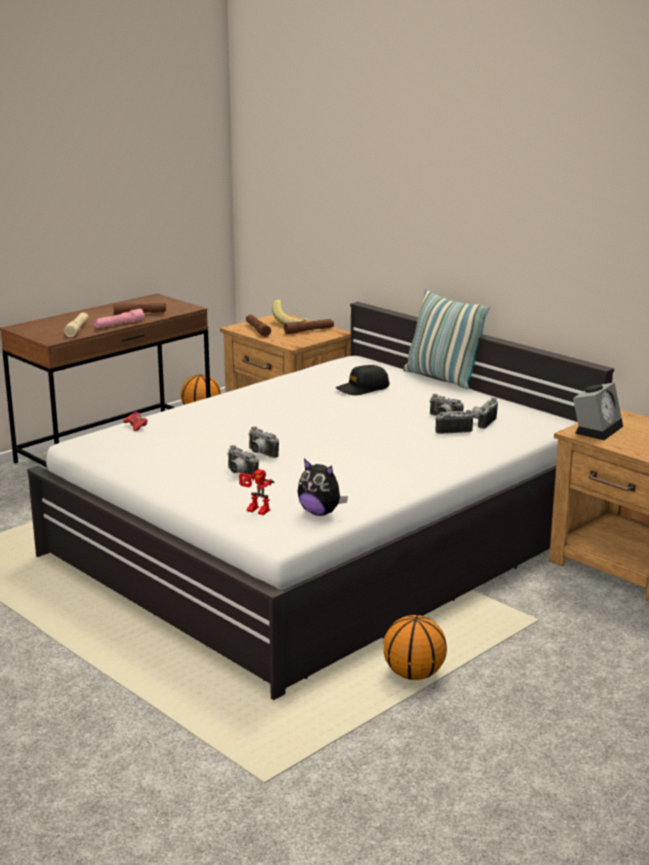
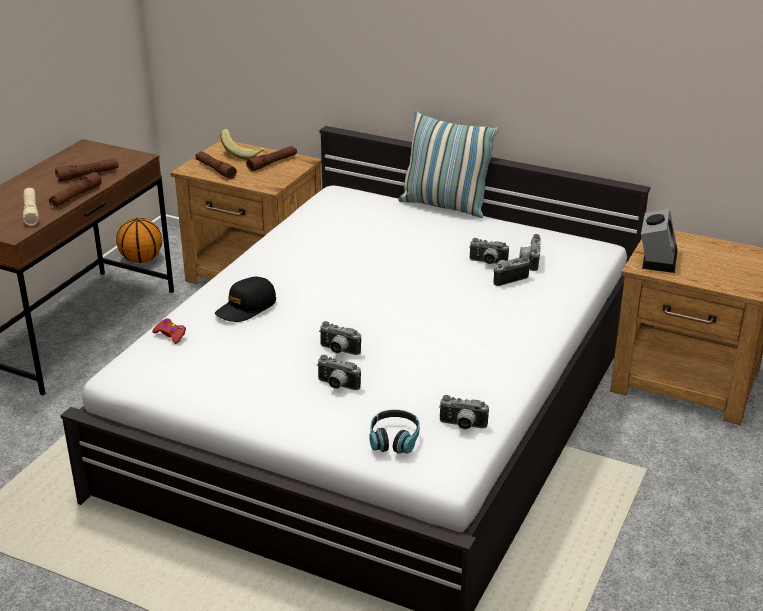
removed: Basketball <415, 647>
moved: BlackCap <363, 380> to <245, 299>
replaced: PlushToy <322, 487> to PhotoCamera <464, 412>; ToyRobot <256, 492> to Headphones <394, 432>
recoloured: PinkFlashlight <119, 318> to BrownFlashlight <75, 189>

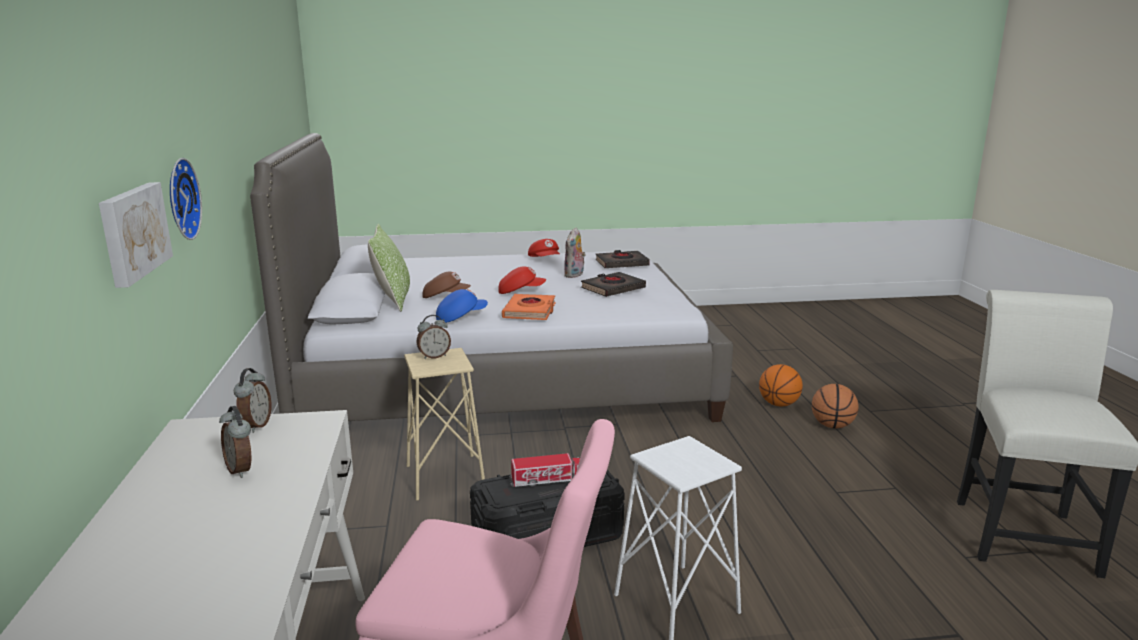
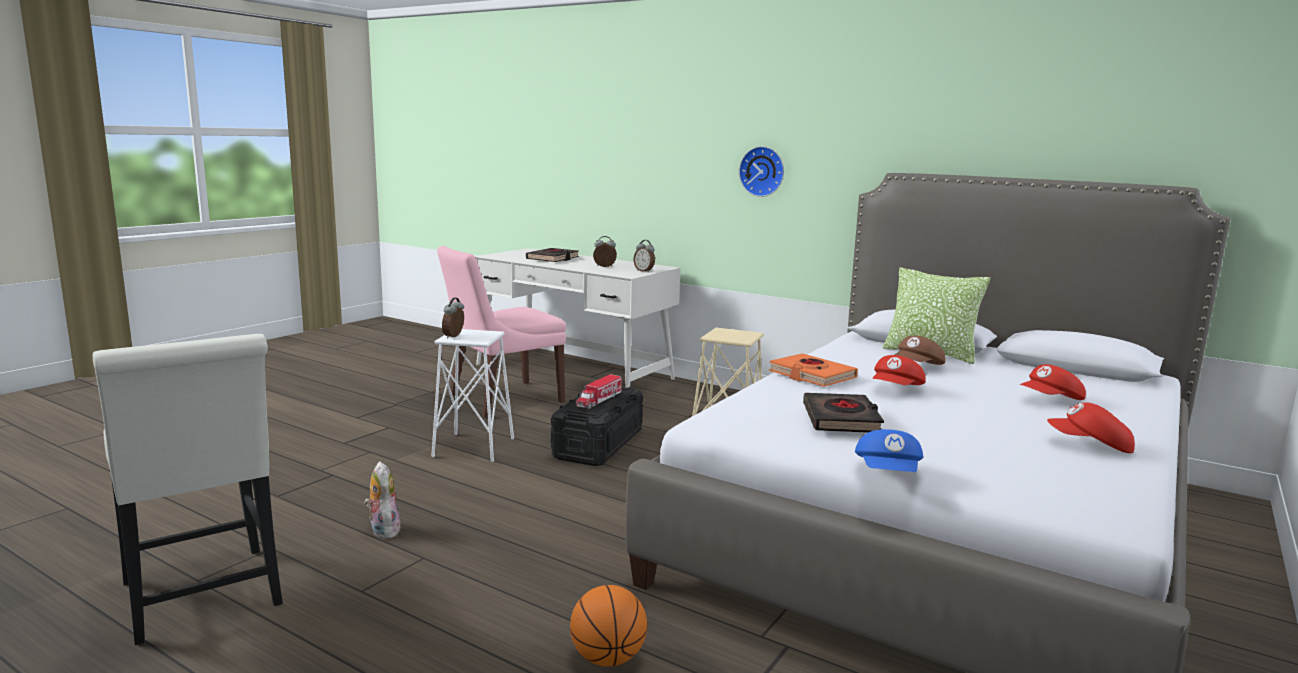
removed: Picture <136, 235>; Basketball <835, 406>
added: RedCap <1053, 382>
moved: PlushToy <575, 252> to <382, 500>; BlackBook <622, 259> to <552, 255>; BlueCap <462, 306> to <889, 450>; AlarmClock <434, 337> to <453, 318>

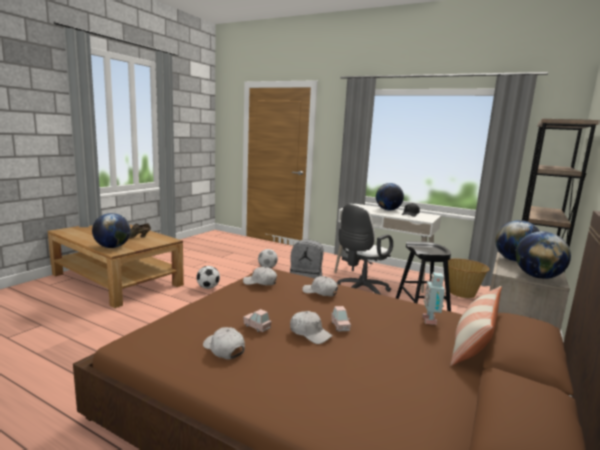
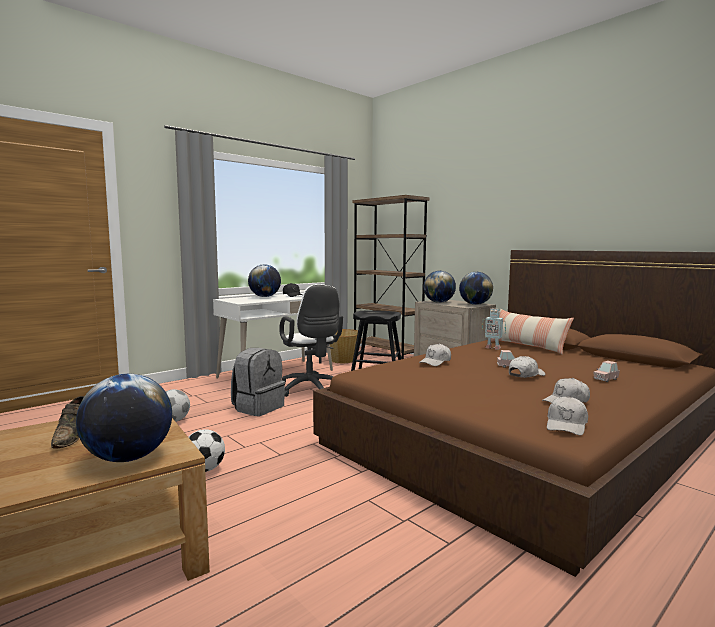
moved: WhiteCap <260, 276> to <567, 416>; PinkToyCar <257, 320> to <606, 371>

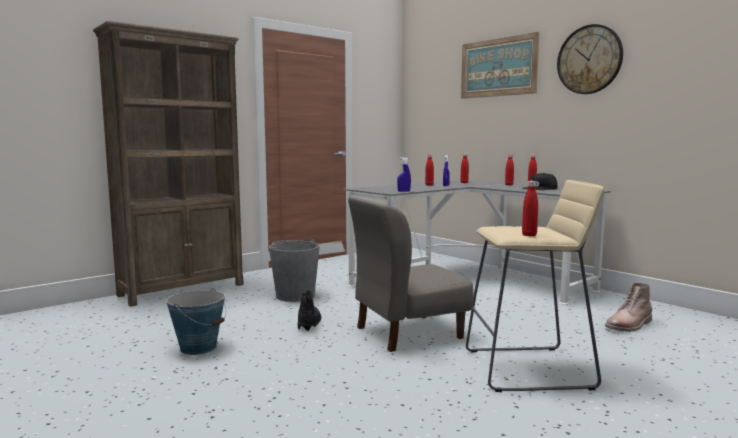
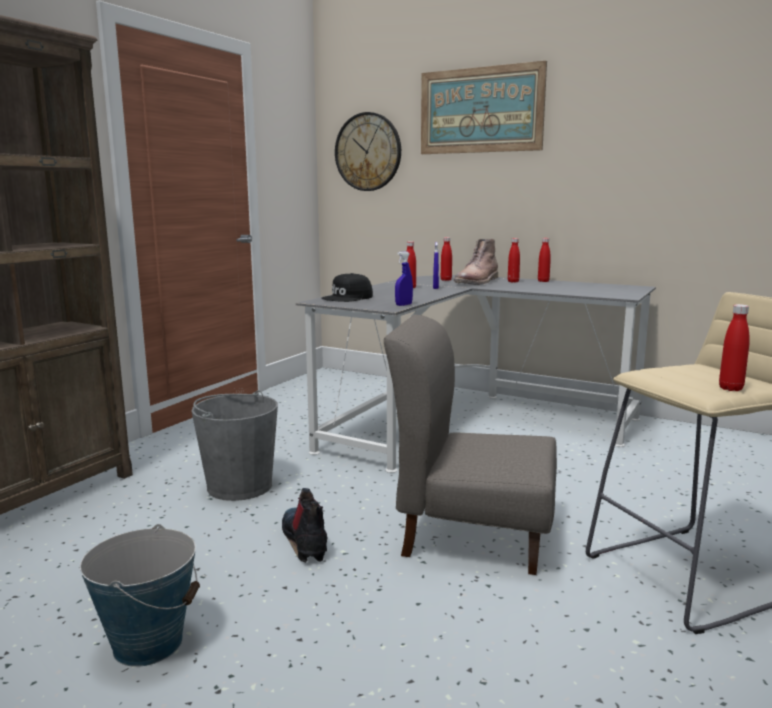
moved: WallClock <590, 59> to <368, 151>; BlackCap <540, 181> to <347, 287>; BrownBoot <628, 307> to <476, 262>
turned: GreyChair <410, 274> = <470, 445> 60 degrees clockwise

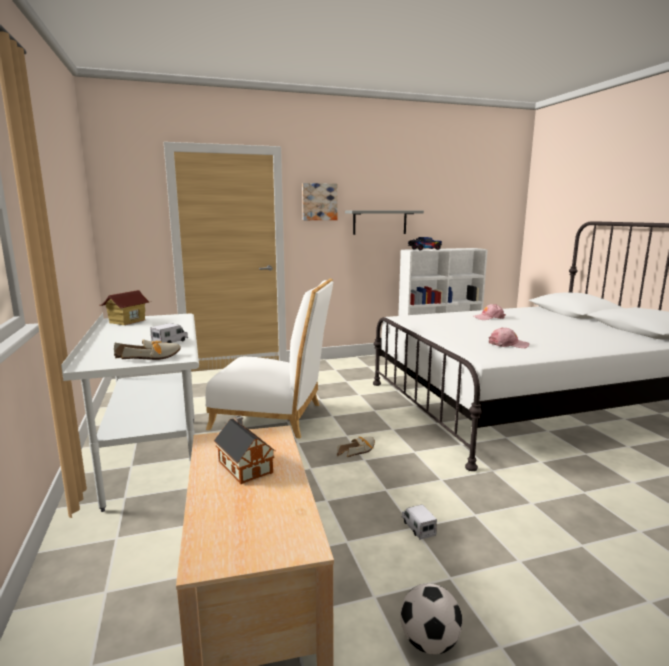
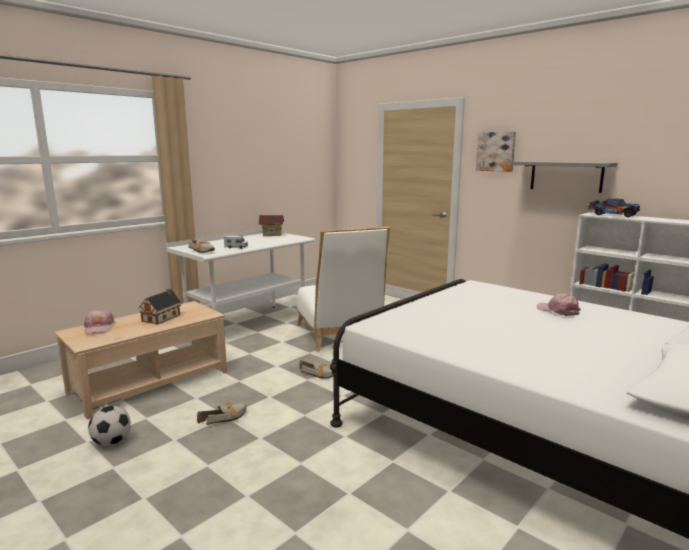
moved: PinkCap <509, 337> to <99, 321>
replaced: ToyTruck <419, 522> to Shoe <222, 414>

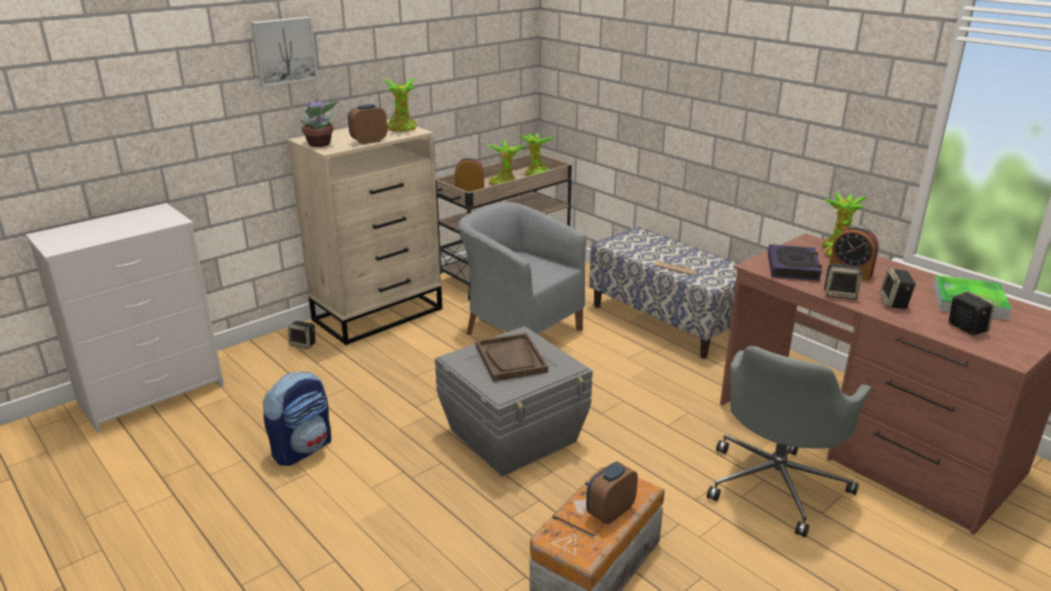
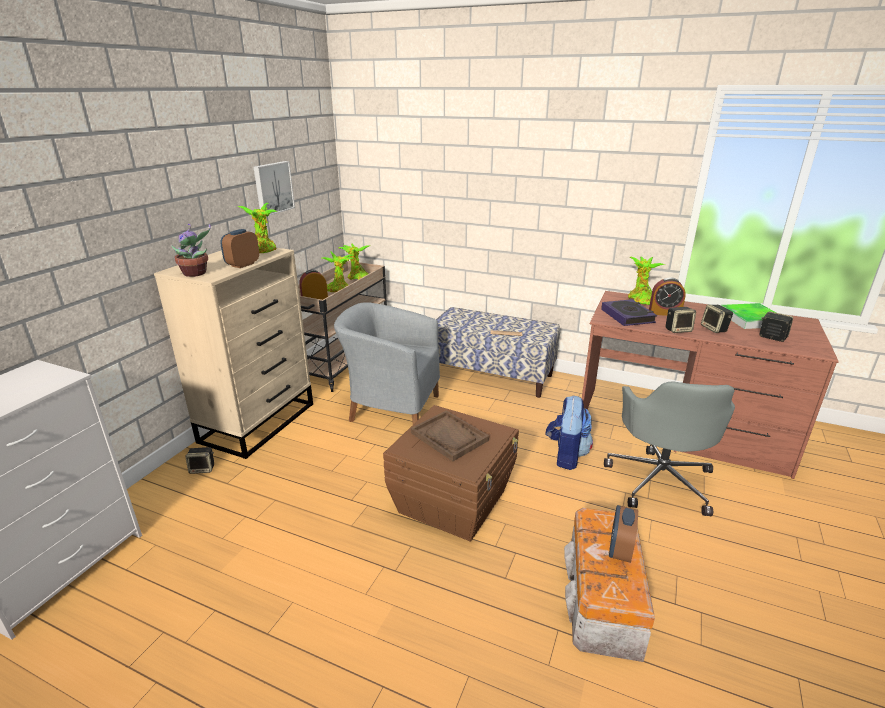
moved: Picture <284, 52> to <274, 188>; Backpack <297, 418> to <569, 433>
recoloured: GreyStorageBox <514, 401> to BrownStorageBox <451, 473>

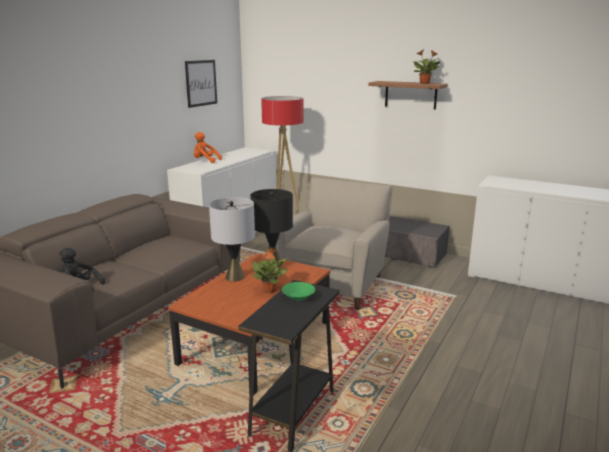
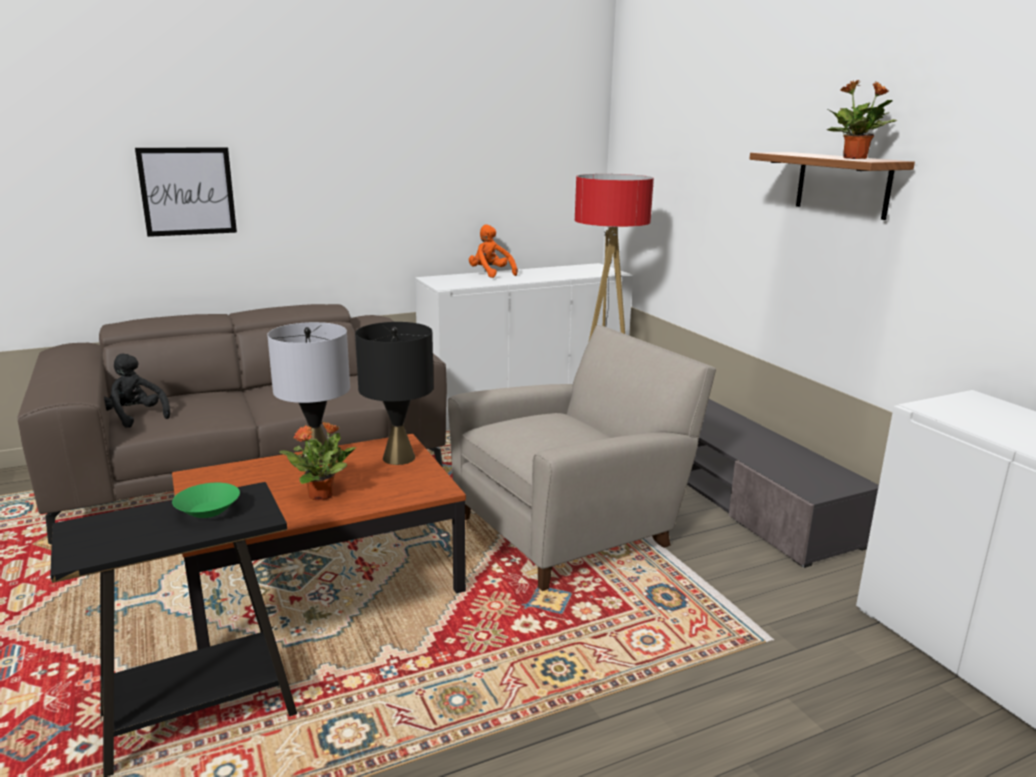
moved: Picture <201, 84> to <186, 192>

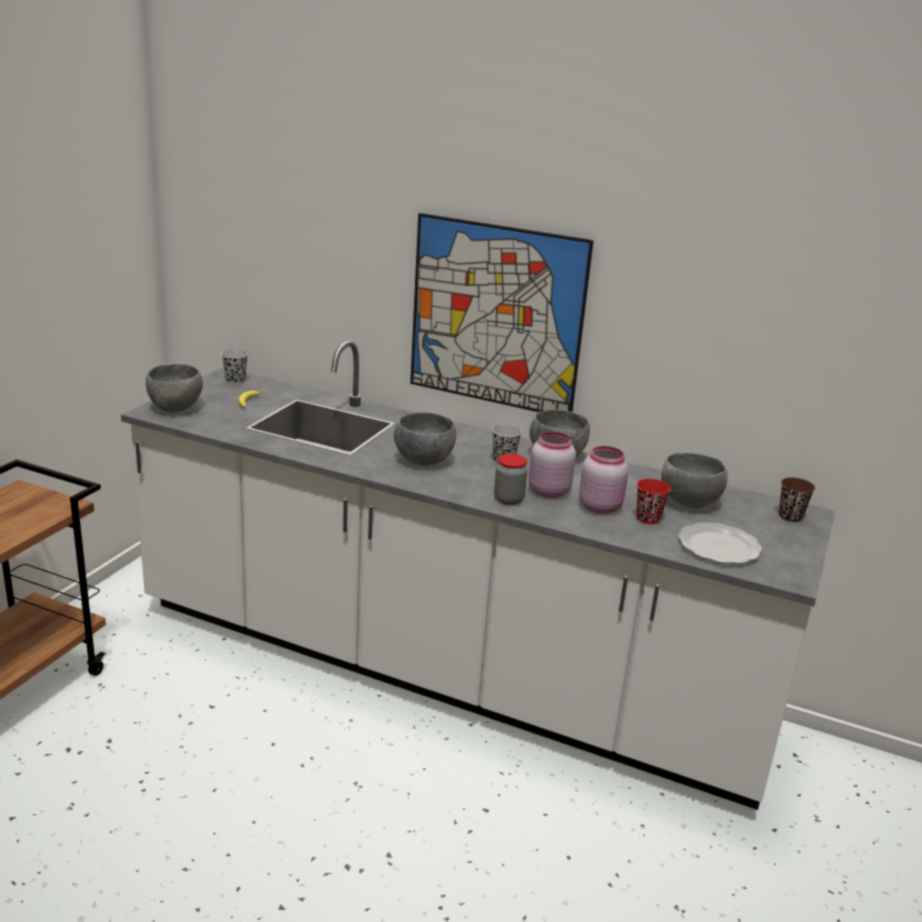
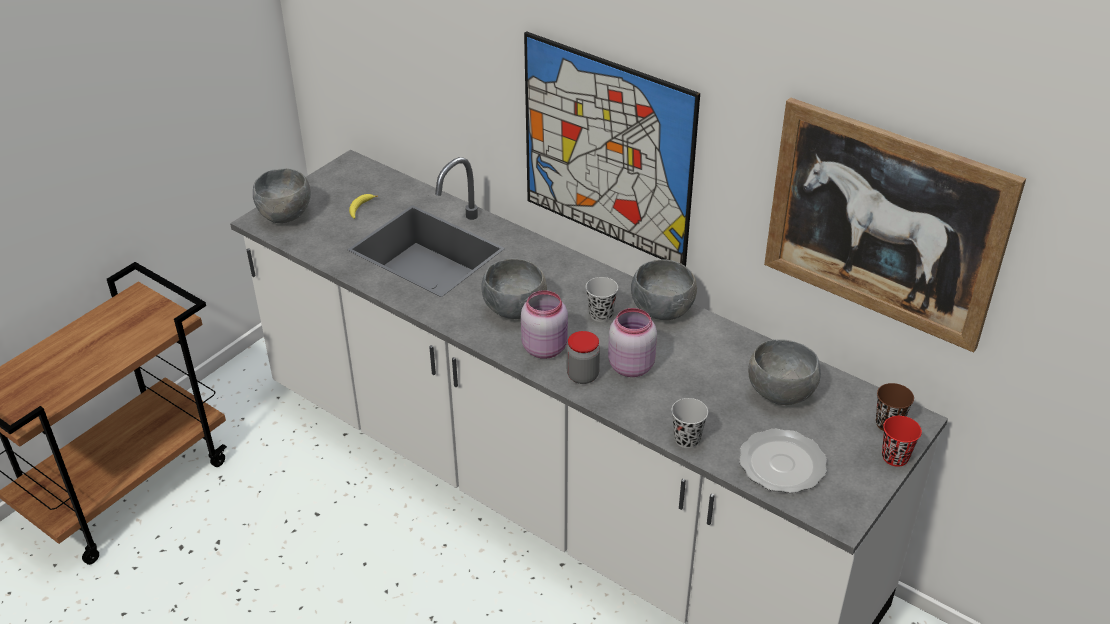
added: Picture <895, 225>
moved: BlackCup <234, 366> to <689, 423>; PinkJar <604, 480> to <544, 324>; RedCup <653, 501> to <902, 441>

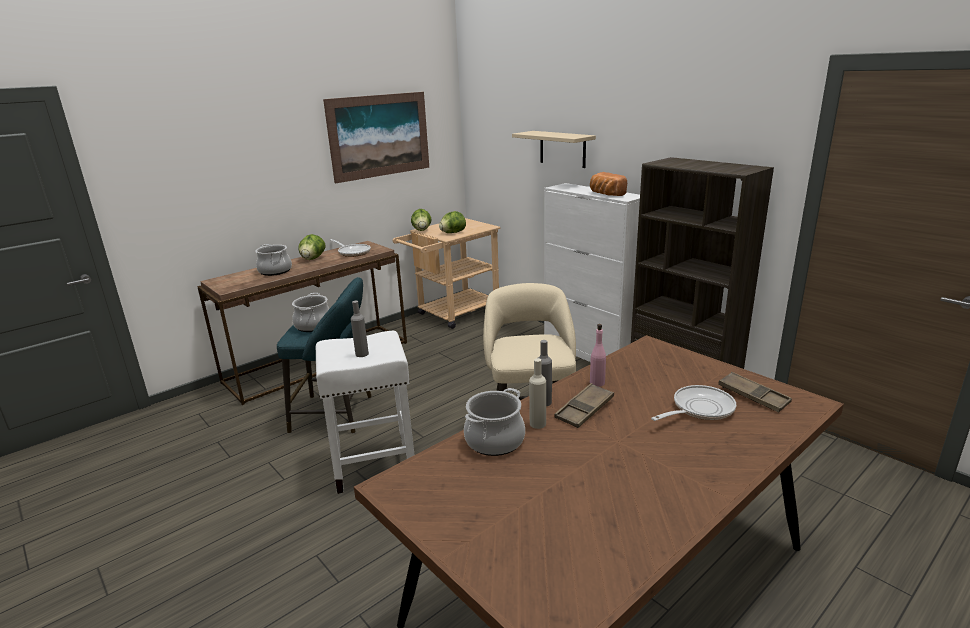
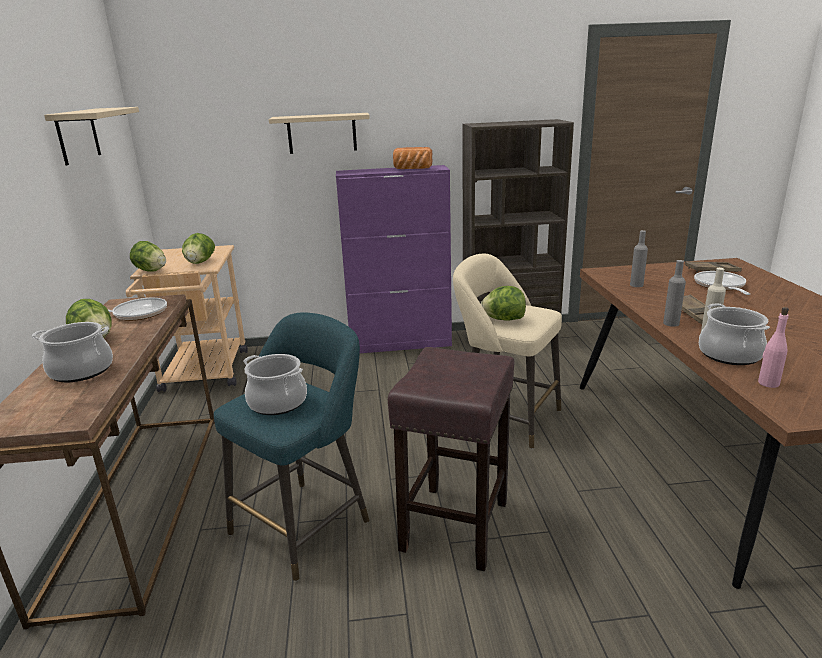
added: Lettuce <503, 303>
moved: GreyBottle <360, 329> to <639, 258>; PinkBottle <598, 355> to <773, 347>
replaced: Picture <376, 137> to BeigeShelf <91, 136>
recoloured: WhiteCabinet <592, 272> to PurpleCabinet <394, 259>; WhiteStool <365, 412> to BrownStool <451, 459>

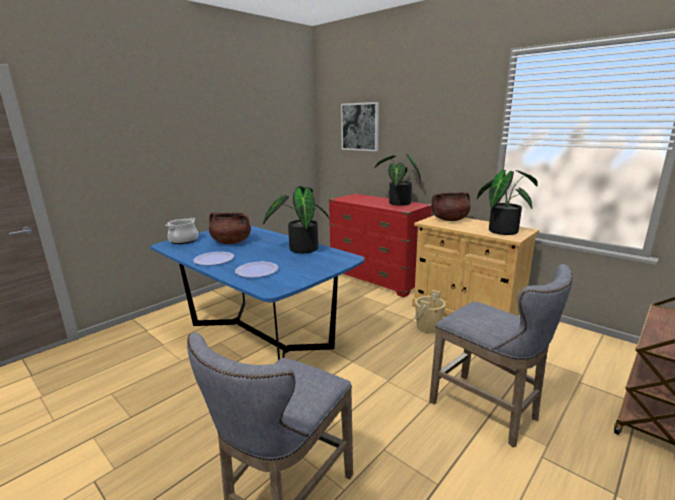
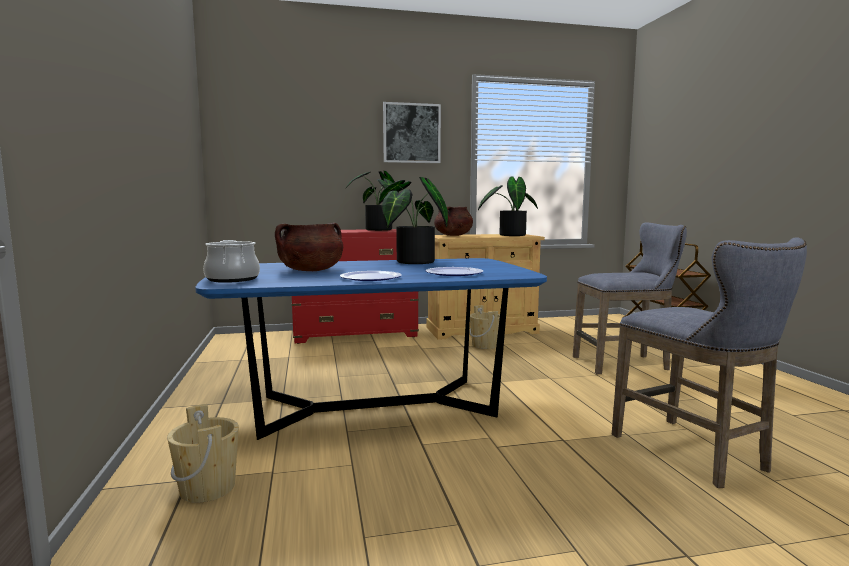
added: BeigeBucket <203, 453>
moved: Picture <360, 126> to <412, 132>

